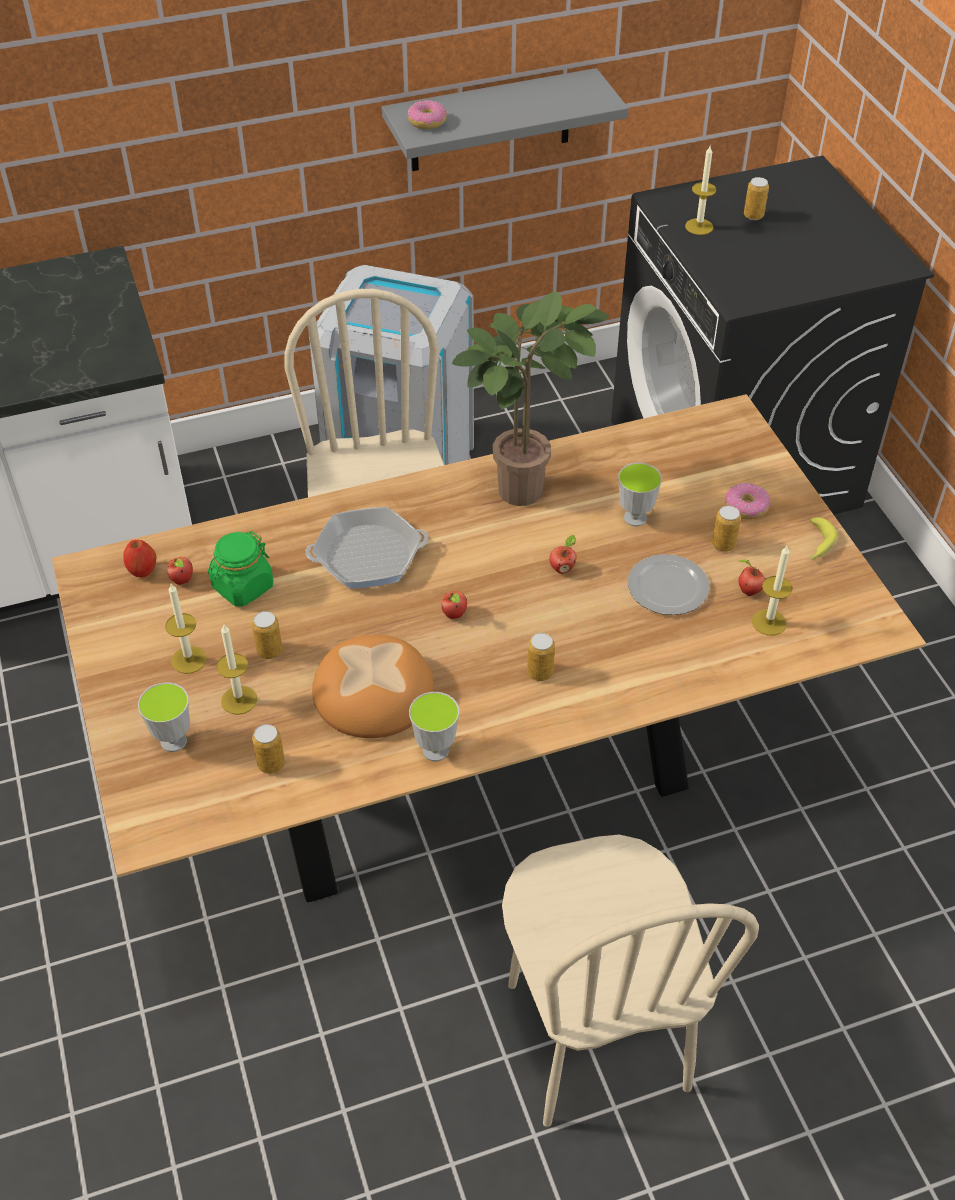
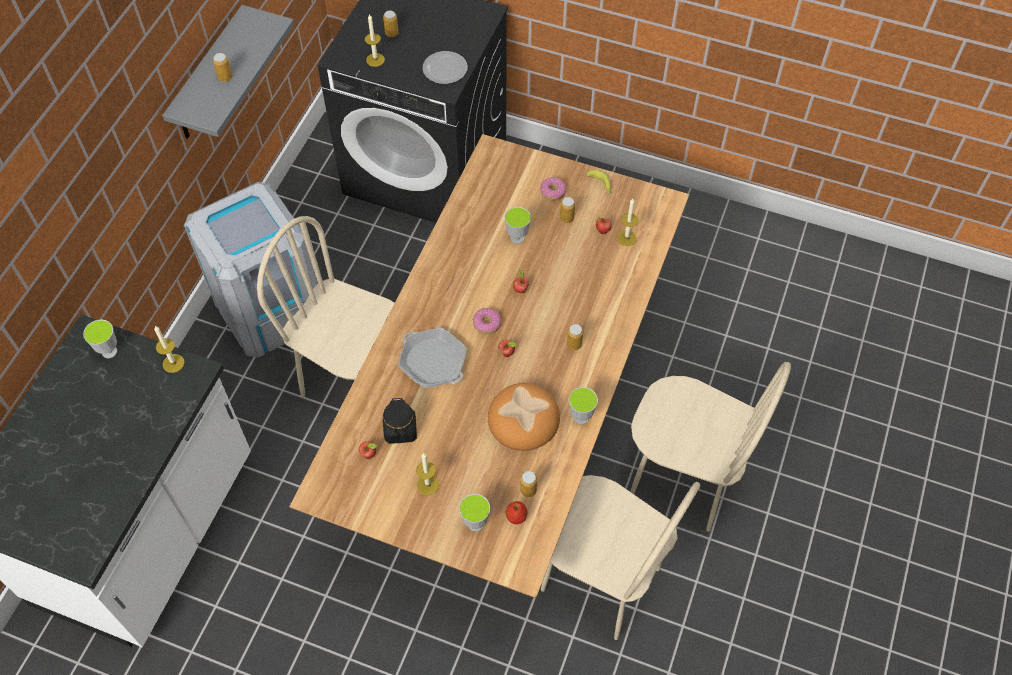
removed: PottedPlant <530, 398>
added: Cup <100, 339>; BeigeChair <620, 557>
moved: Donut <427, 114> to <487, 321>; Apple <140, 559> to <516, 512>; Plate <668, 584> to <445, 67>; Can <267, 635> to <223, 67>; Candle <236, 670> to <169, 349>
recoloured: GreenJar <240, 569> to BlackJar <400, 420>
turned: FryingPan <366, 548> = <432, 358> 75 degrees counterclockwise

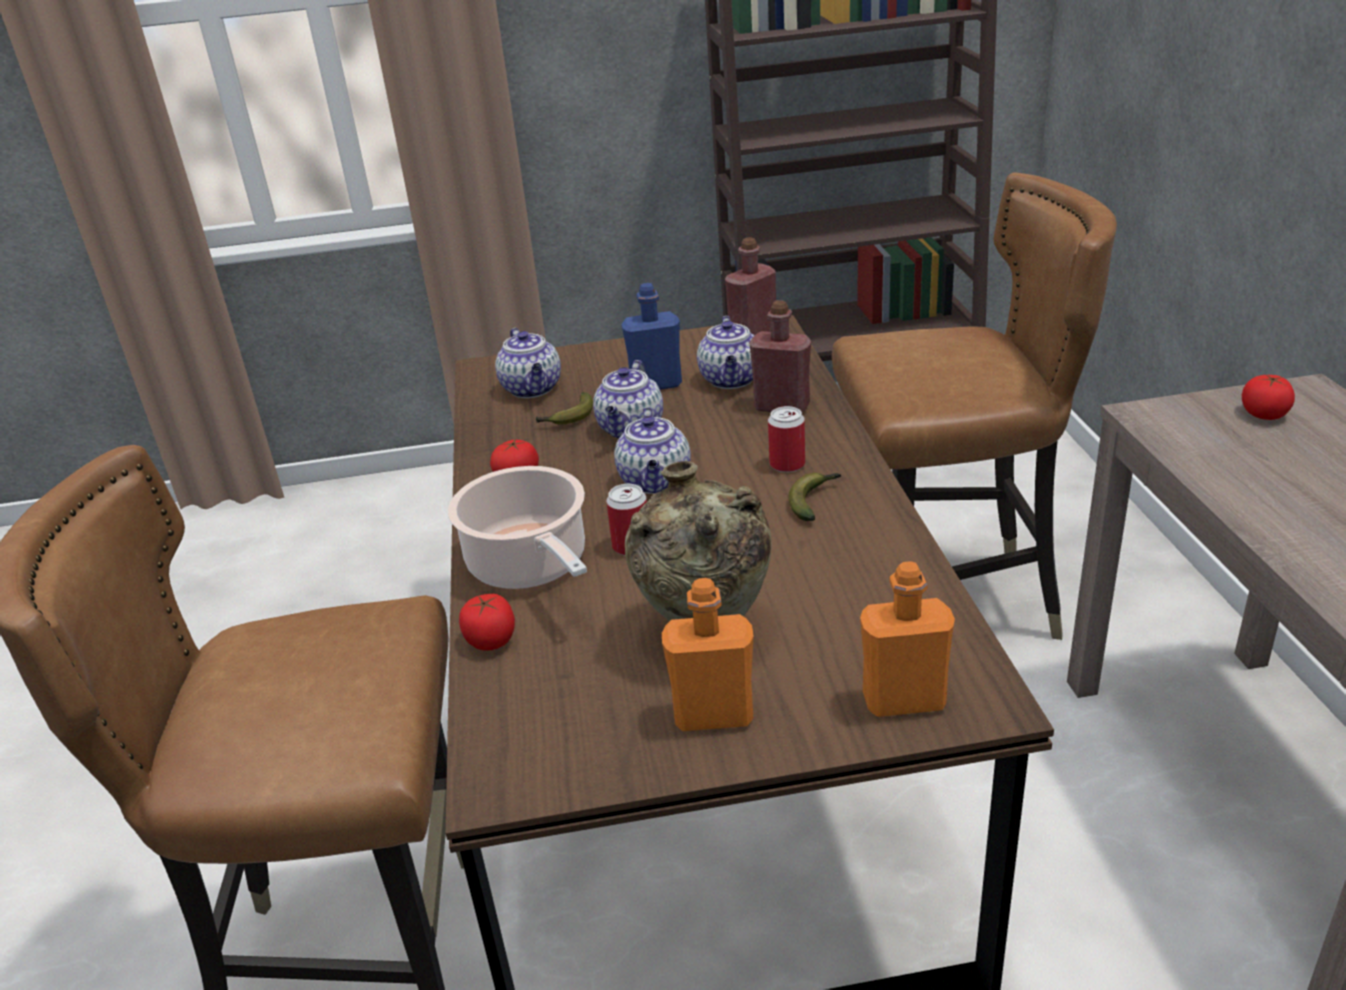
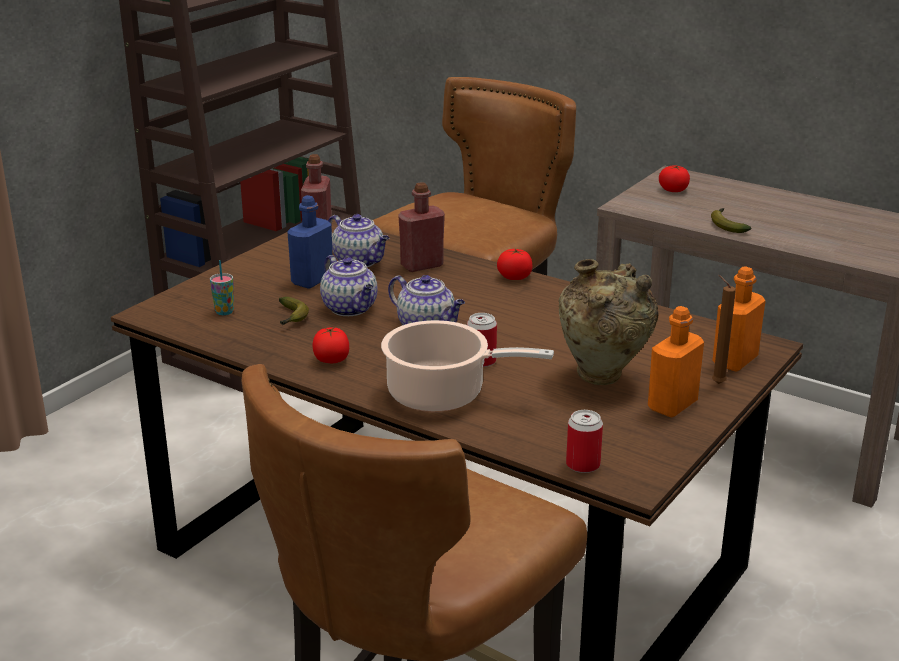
added: BrownCandle <724, 329>
moved: Can <786, 439> to <584, 441>; Banana <815, 497> to <731, 220>; Tomato <487, 622> to <514, 264>
replaced: Teapot <528, 363> to Cup <222, 287>

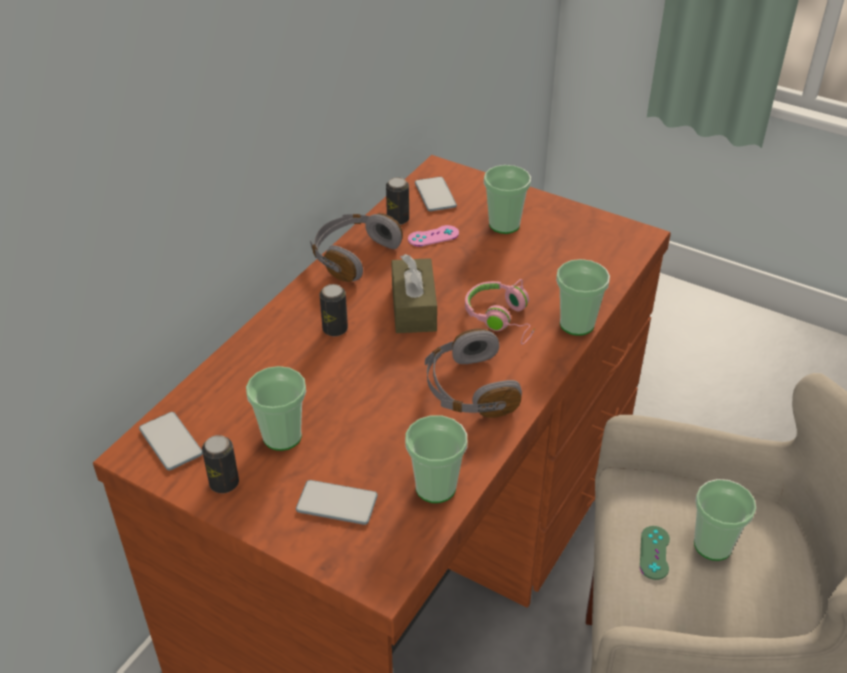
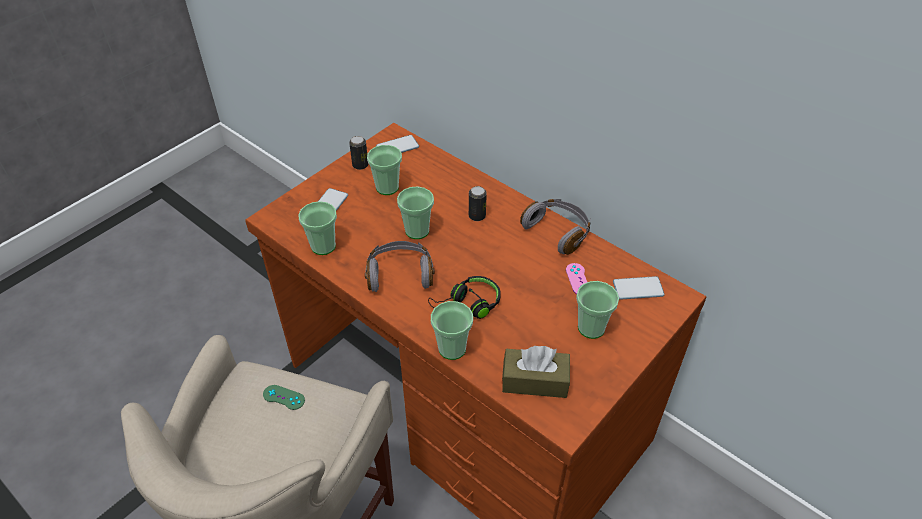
removed: Can <397, 201>
moved: BrownTissueBox <414, 293> to <536, 372>; Cup <725, 520> to <415, 212>
recoloured: PinkHeadphones <500, 312> to BlackHeadphones <464, 297>

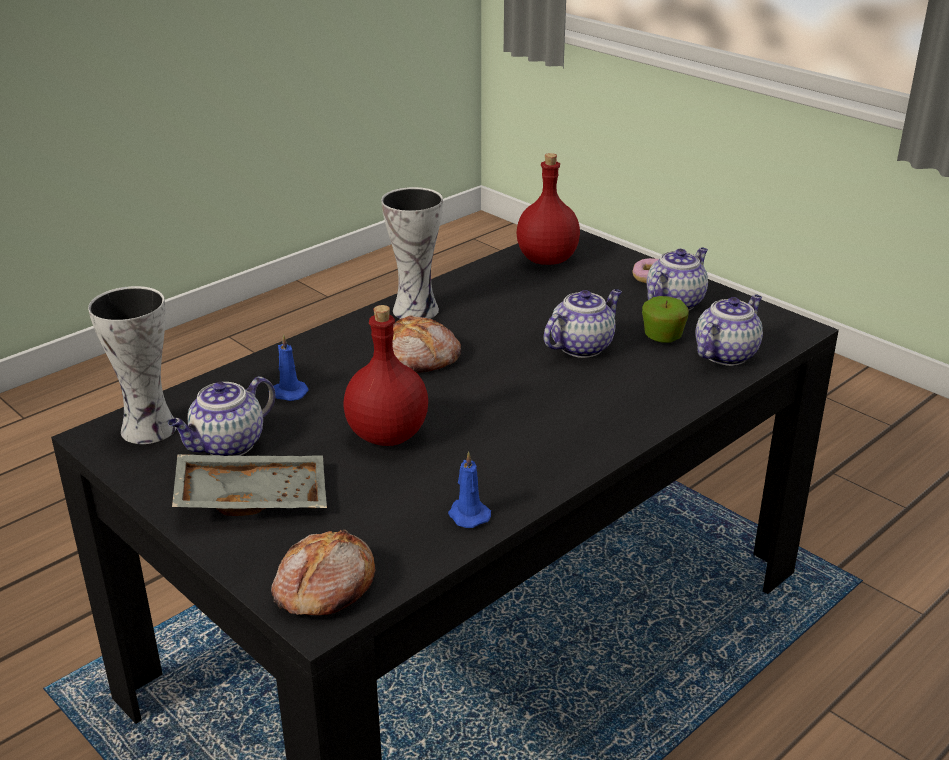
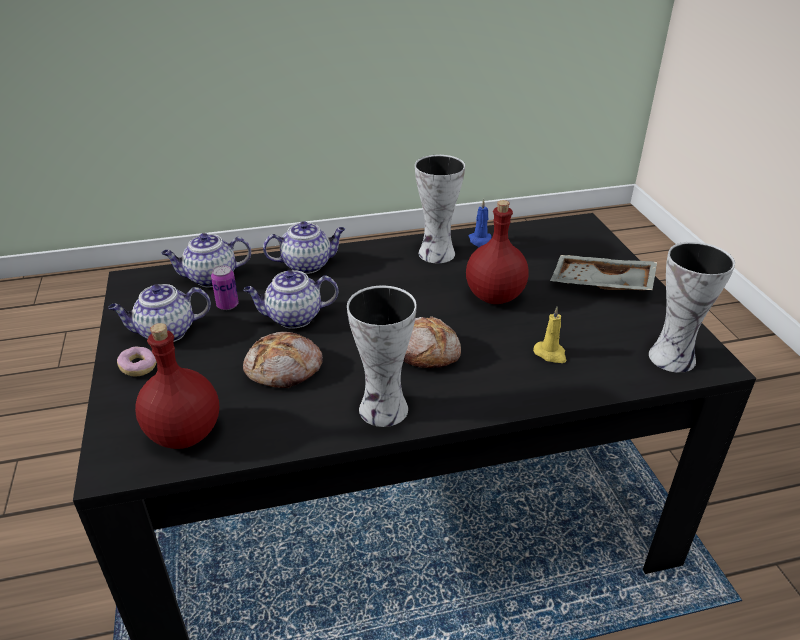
added: Vase <440, 209>
moved: Teapot <221, 416> to <304, 247>; Bread <323, 572> to <283, 360>
replaced: Apple <665, 319> to Can <225, 287>
recoloured: BlueCandle <291, 367> to YellowCandle <549, 335>

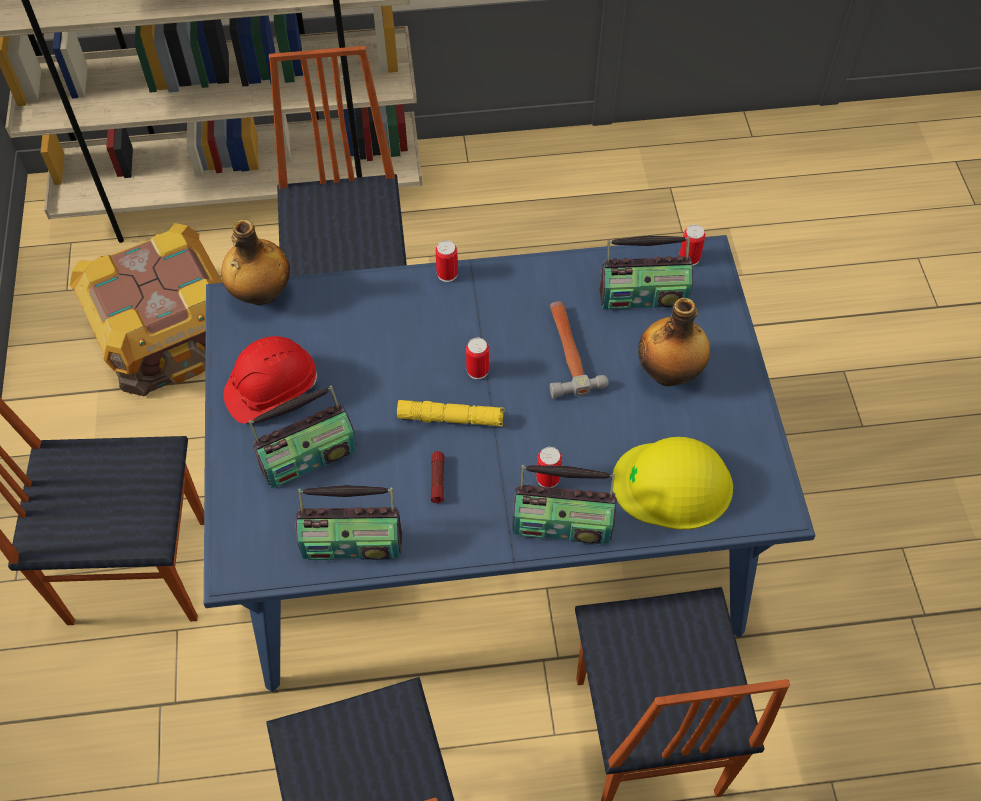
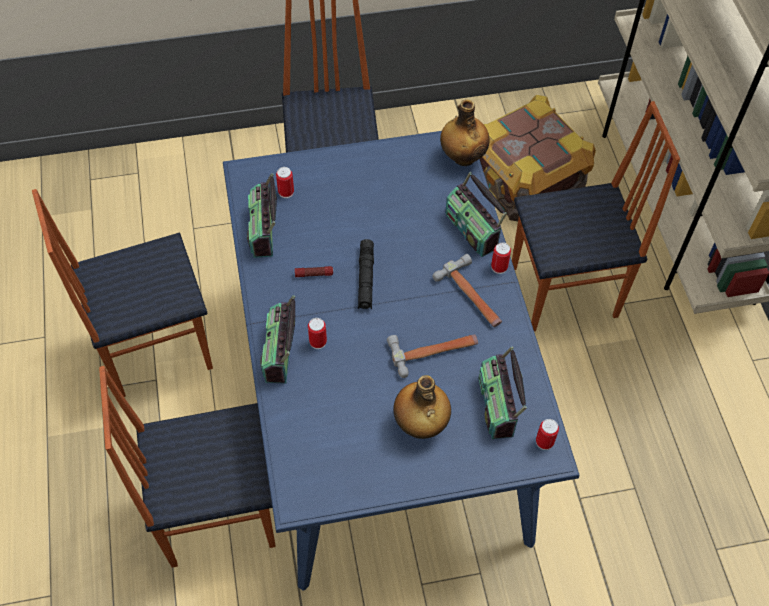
removed: RedHardHat <270, 380>; YellowHardHat <673, 483>
added: Hammer <467, 290>
moved: Can <477, 358> to <285, 182>; Radio <302, 436> to <476, 214>
recoloured: YellowFlashlight <450, 413> to BlackFlashlight <366, 274>

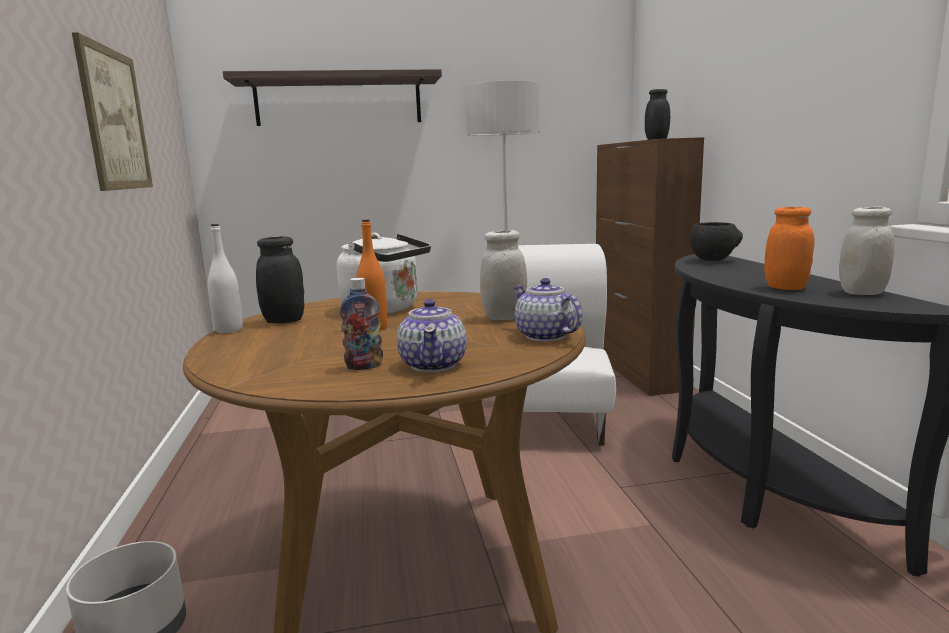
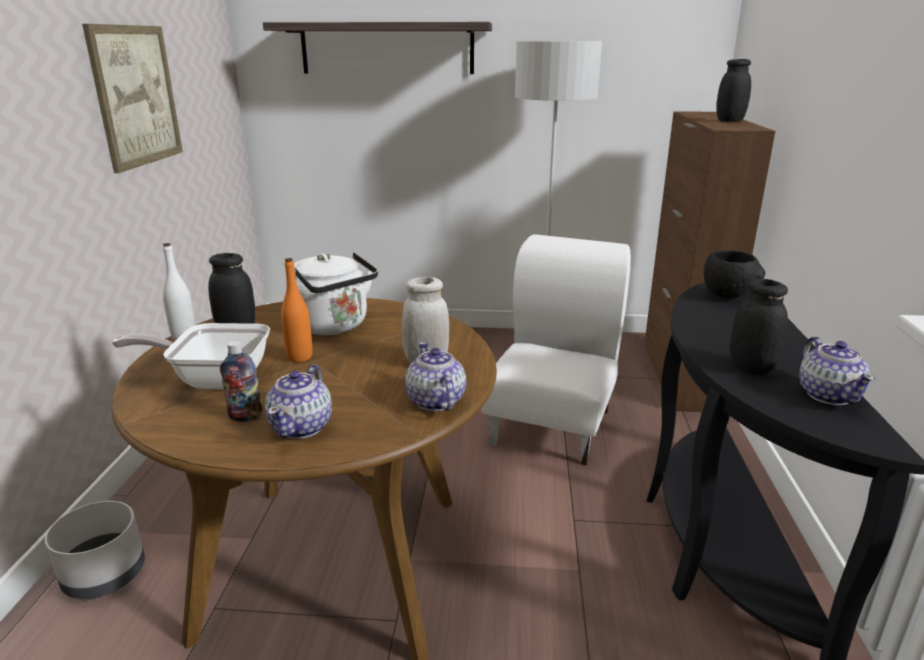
added: FryingPan <191, 356>
replaced: WhiteJar <867, 251> to Teapot <837, 370>
recoloured: OrangeJar <789, 248> to BlackJar <759, 326>

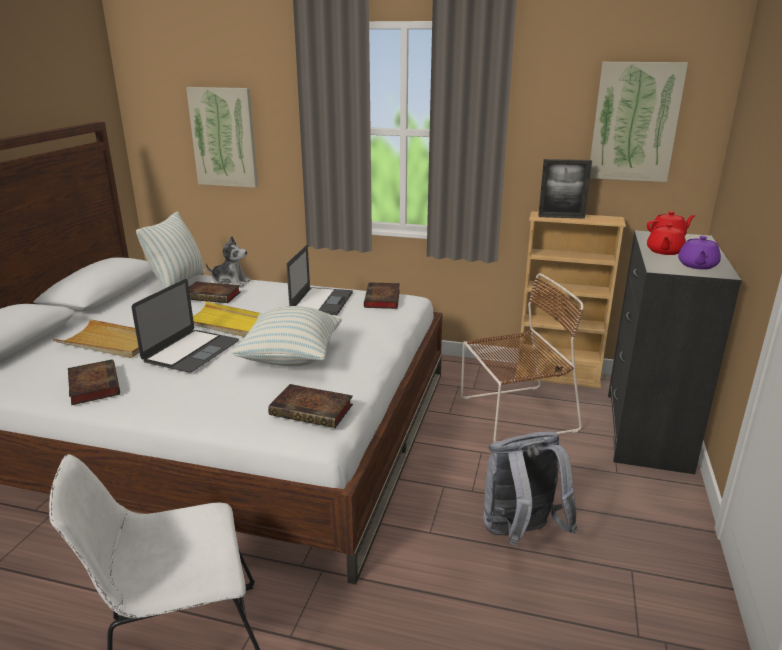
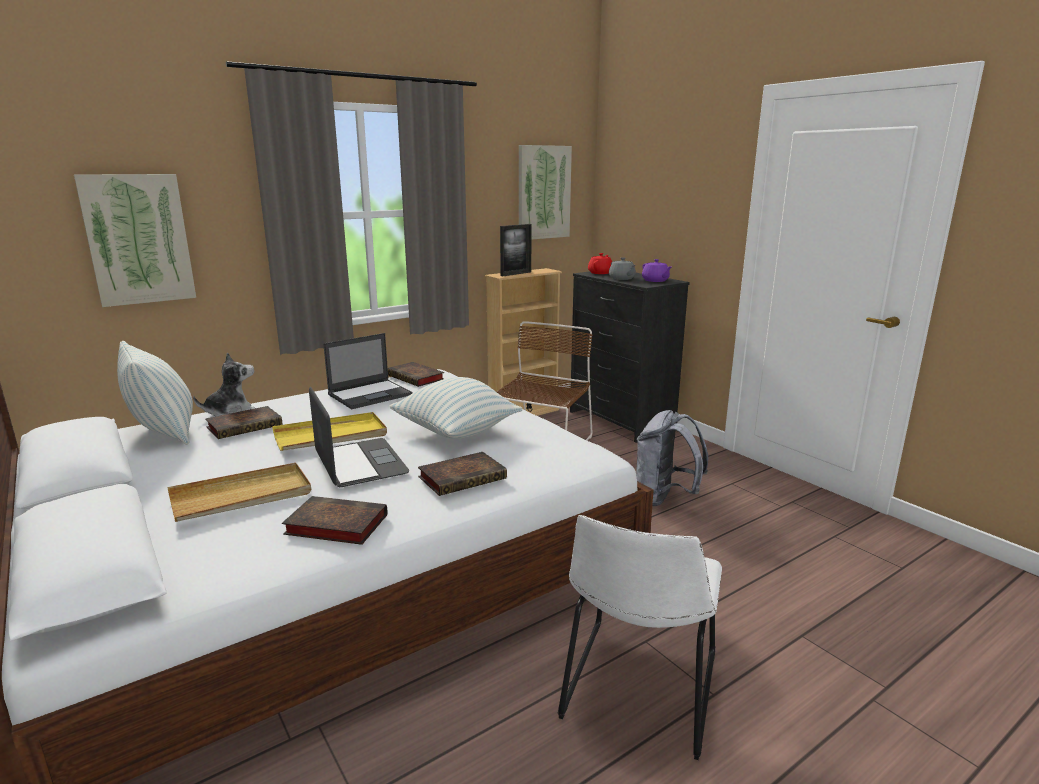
moved: Book <310, 406> to <462, 474>
recoloured: RedTeapot <666, 239> to GreyTeapot <622, 268>
turned: Laptop <319, 280> = <368, 371> 90 degrees clockwise

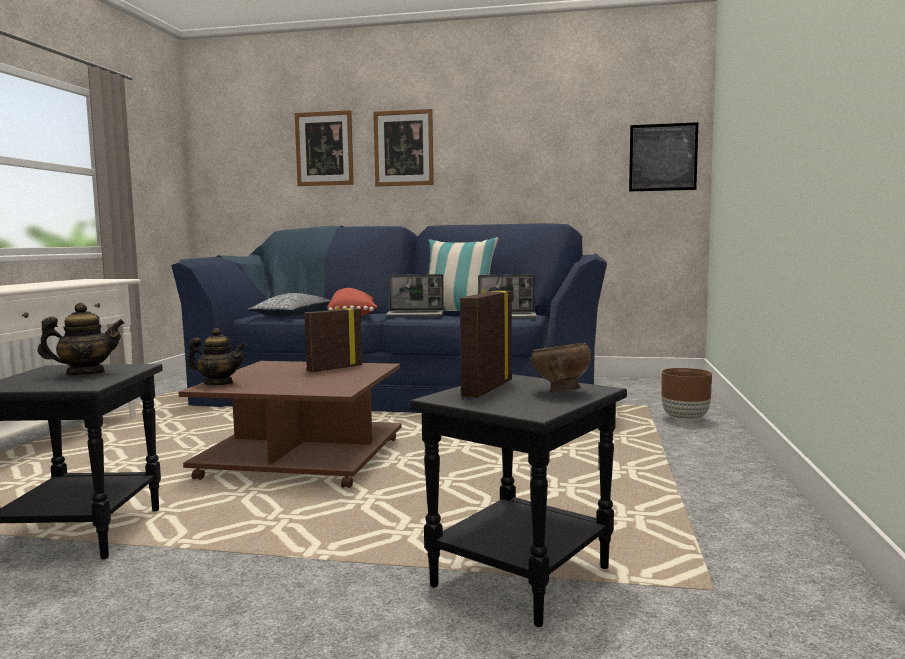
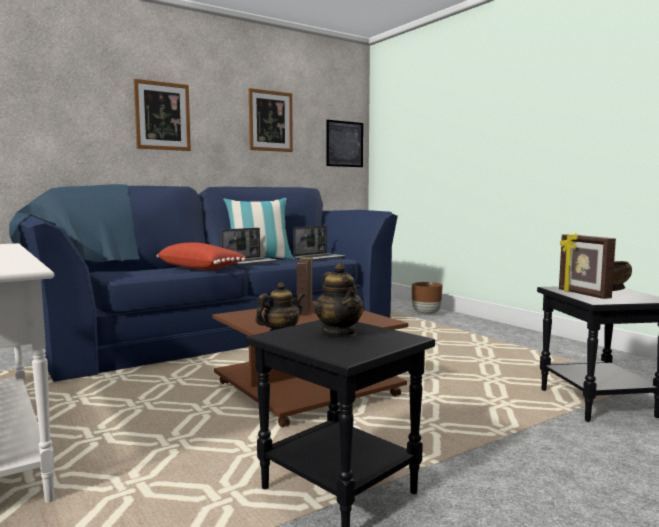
removed: Pillow <289, 305>
moved: Picture <324, 148> to <271, 120>
turned: Teapot <81, 339> = <339, 299> 135 degrees clockwise

